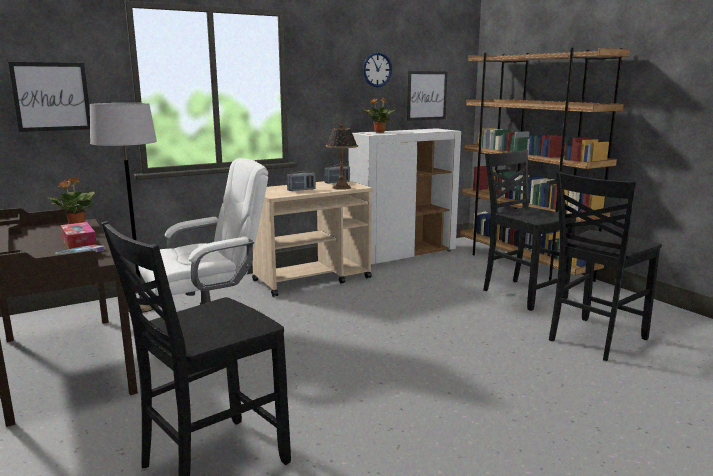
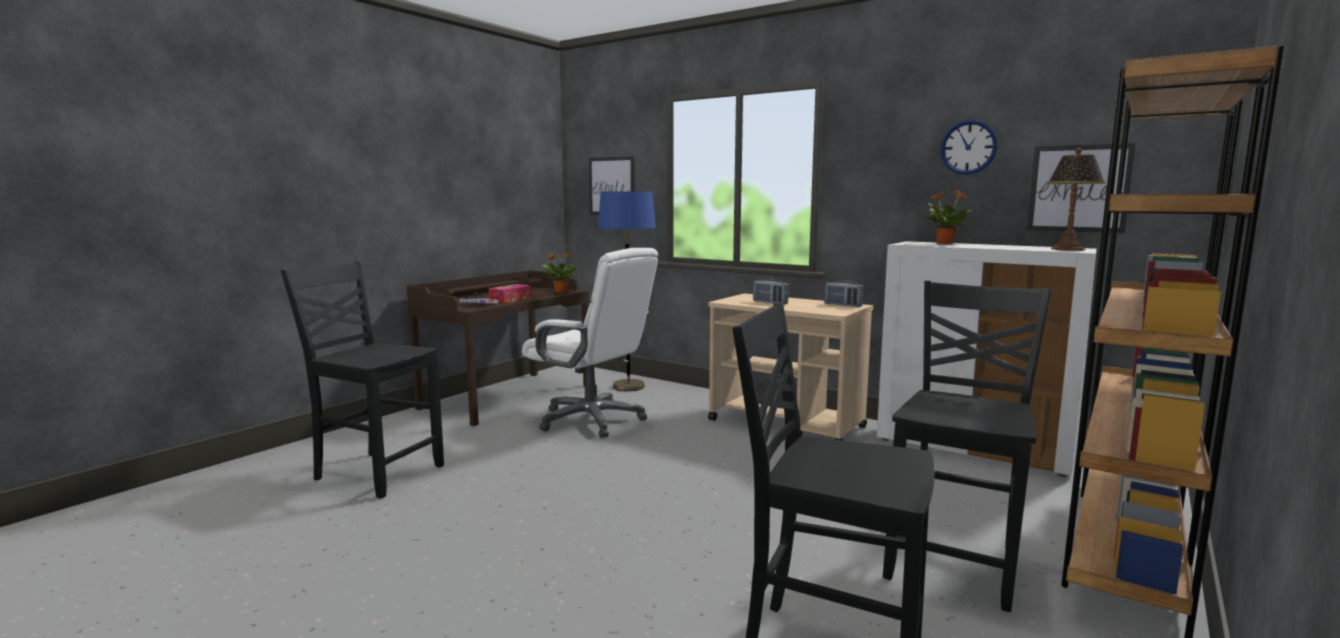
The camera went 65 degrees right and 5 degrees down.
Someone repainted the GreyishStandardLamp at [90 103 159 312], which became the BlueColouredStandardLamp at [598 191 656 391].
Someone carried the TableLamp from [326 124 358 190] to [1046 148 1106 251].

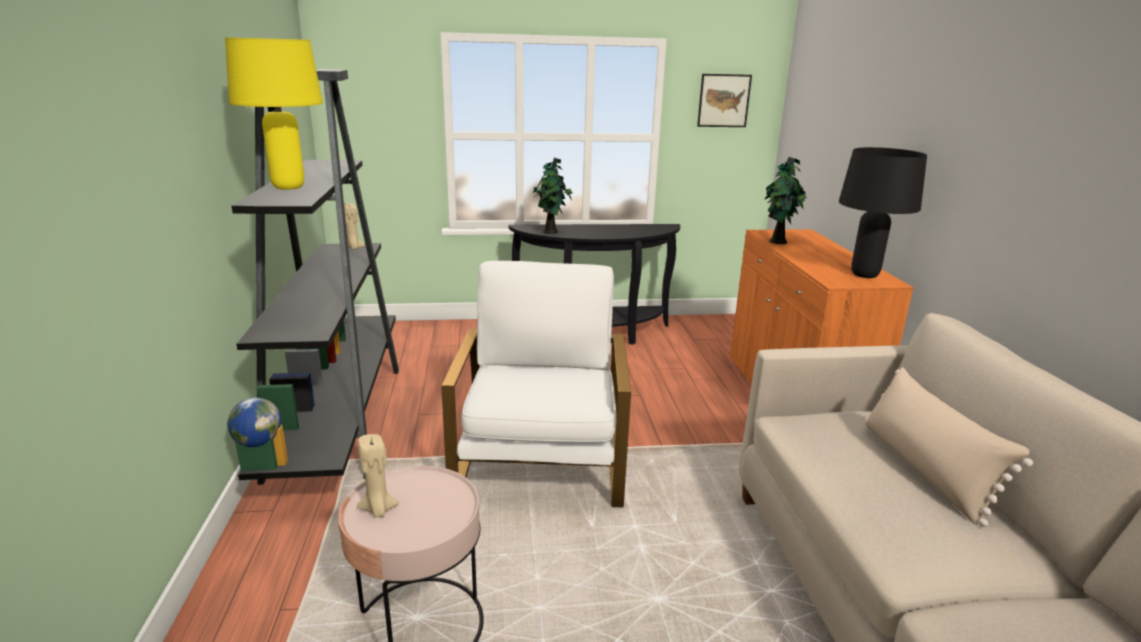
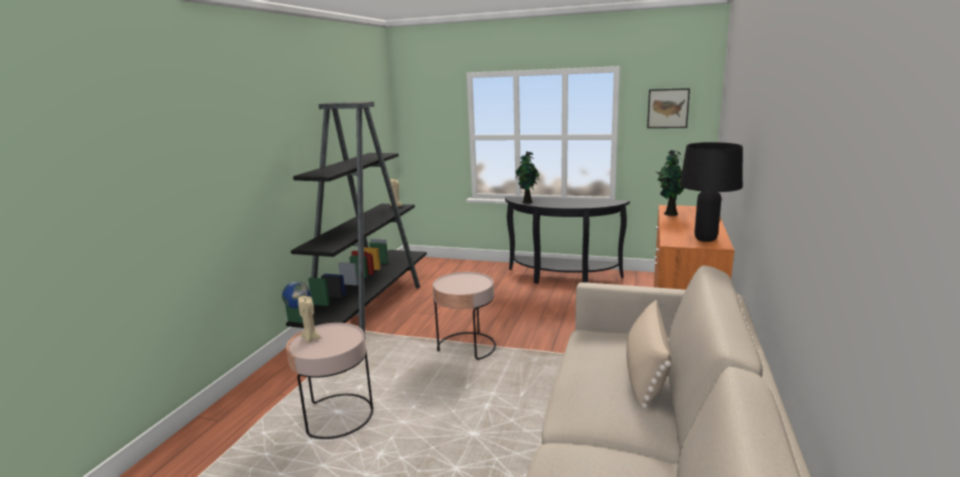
The camera went 25 degrees right and 5 degrees down.
Someone swapped the WhiteColouredEasyChair at [441 261 631 508] for the PinkAccentTable at [433 272 496 360].
Someone took away the YellowColouredTableLamp at [225 38 323 190].

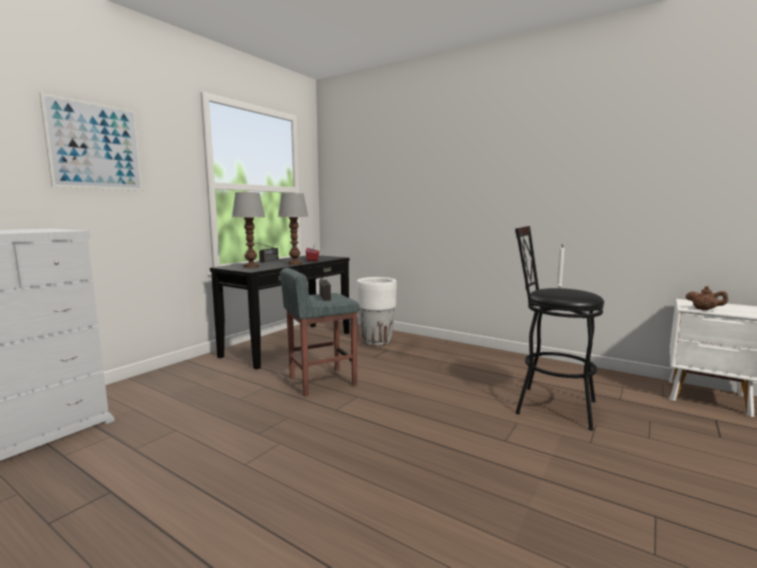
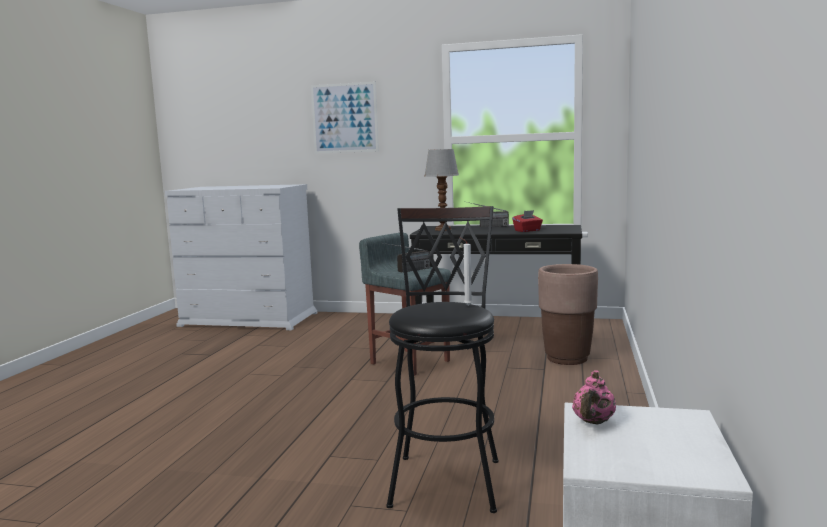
The camera went 70 degrees right and 0 degrees up.
Someone repainted the WhiteColouredPlantPot at [357 277 397 346], which became the BrownishPlantPot at [538 264 598 365].
Someone repainted the BrownishTeapot at [686 286 728 310], which became the PinkTeapot at [572 370 616 425].
Someone took away the TableLamp at [278 193 309 265].

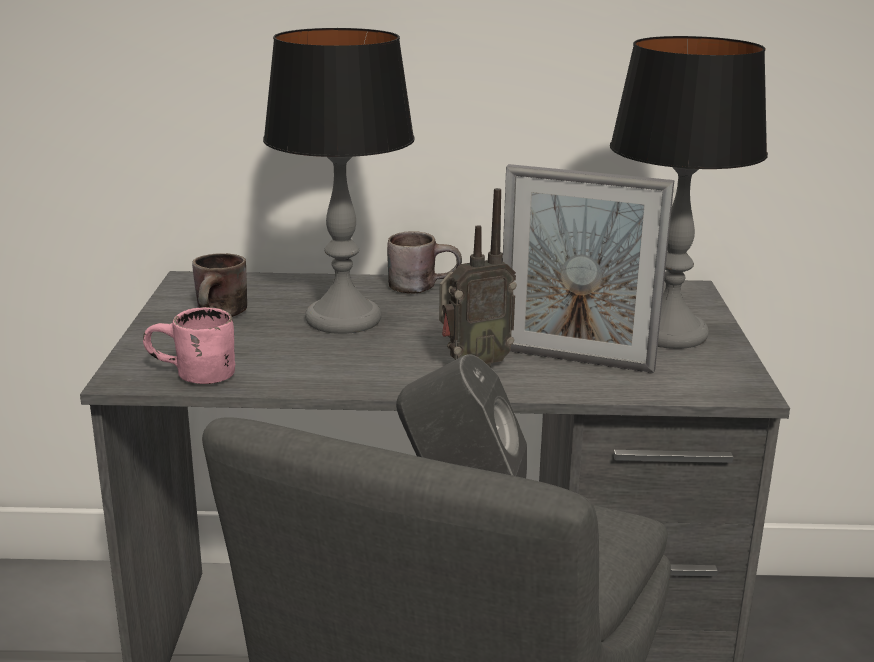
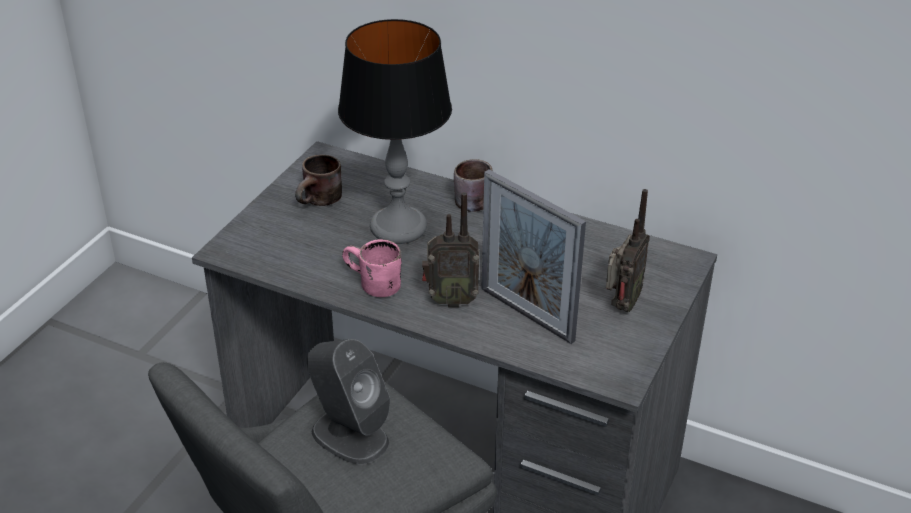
The camera went 25 degrees right and 15 degrees up.
Someone carried the PinkCoffeeMug from [143 307 235 384] to [342 239 402 297].
Someone swapped the TableLamp at [610 36 768 349] for the RadioReceiver at [606 189 650 312].

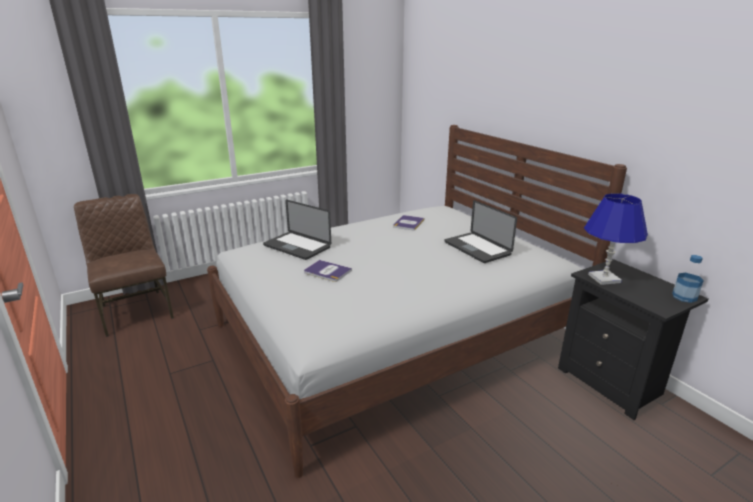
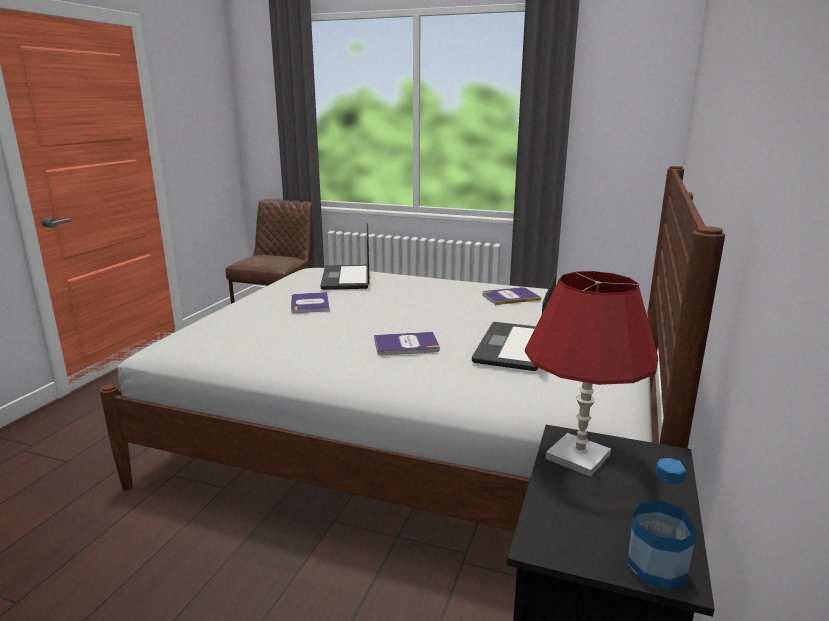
The camera went 50 degrees right and 5 degrees down.
Someone put down the BoundBook at [374 332 440 355].
Someone repainted the BlueColouredTableLamp at [584 193 648 285], which became the RedTableLamp at [525 271 658 477].

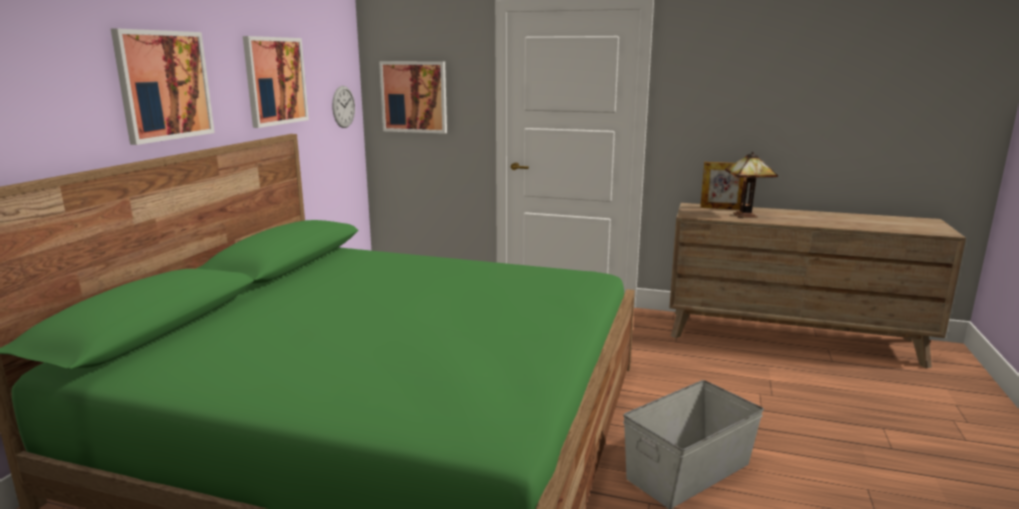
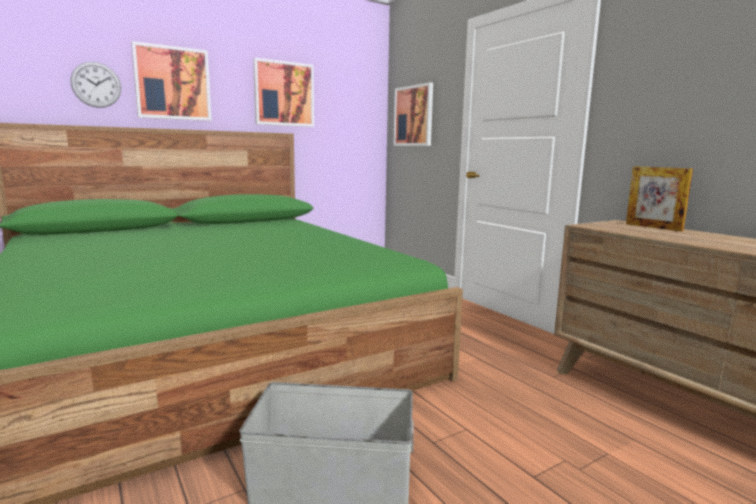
The camera went 40 degrees right and 5 degrees down.
Someone carried the WallClock from [332 86 355 128] to [70 62 121 108].
Someone took away the TableLamp at [725 152 778 218].

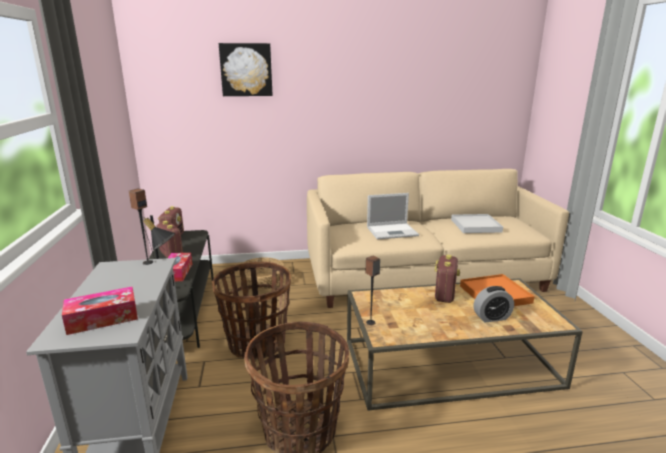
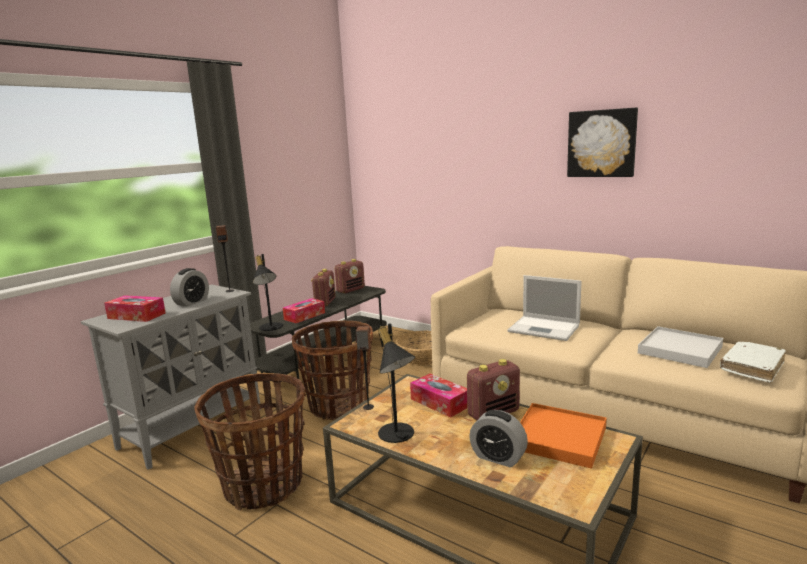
The camera went 45 degrees right and 5 degrees down.
Someone put down the TableClock at [170 268 209 306].
Someone put down the BlackTableLamp at [378 323 415 443].
Someone put down the TissueHolder at [410 374 467 418].
Someone carried the Picture from [219 43 273 96] to [567 108 638 177].
Someone put down the WhiteColouredBoundBook at [720 342 786 383].

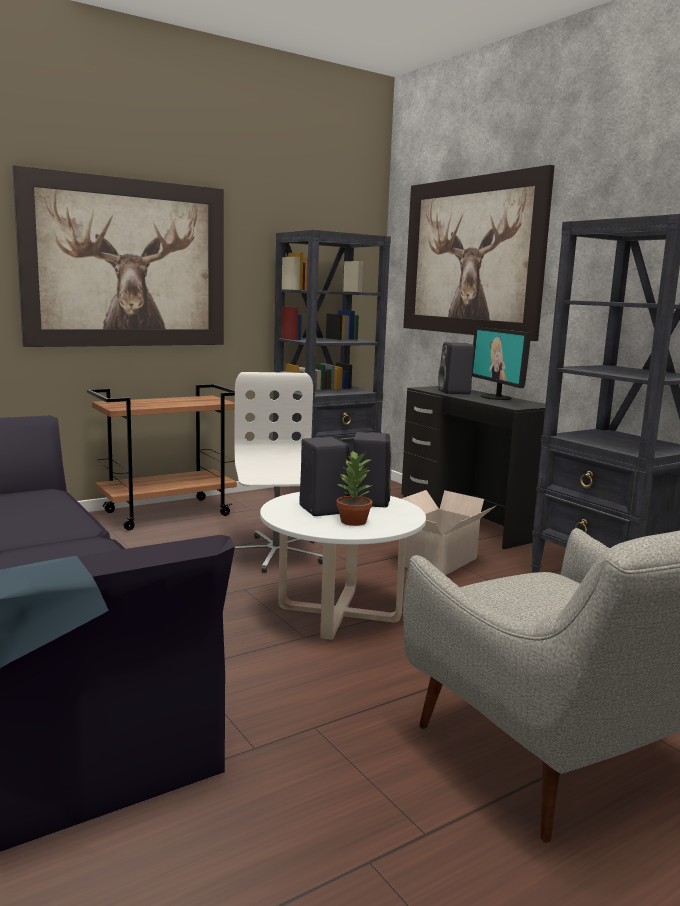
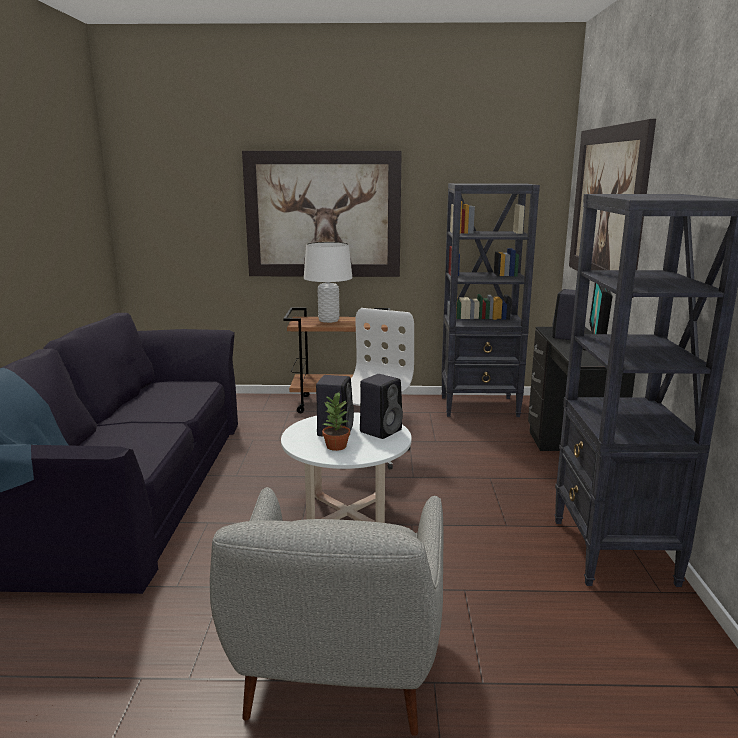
The camera went 35 degrees right and 5 degrees up.
Someone put down the WhiteColouredTableLamp at [304 242 352 323].
Someone took away the CardboardBox at [398 490 496 575].

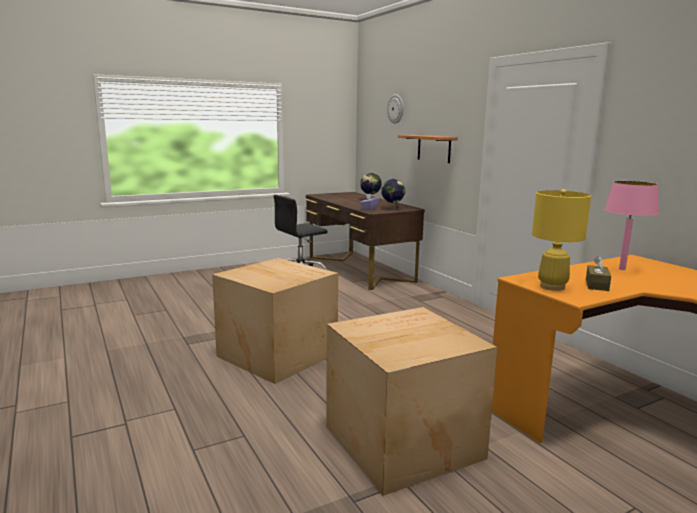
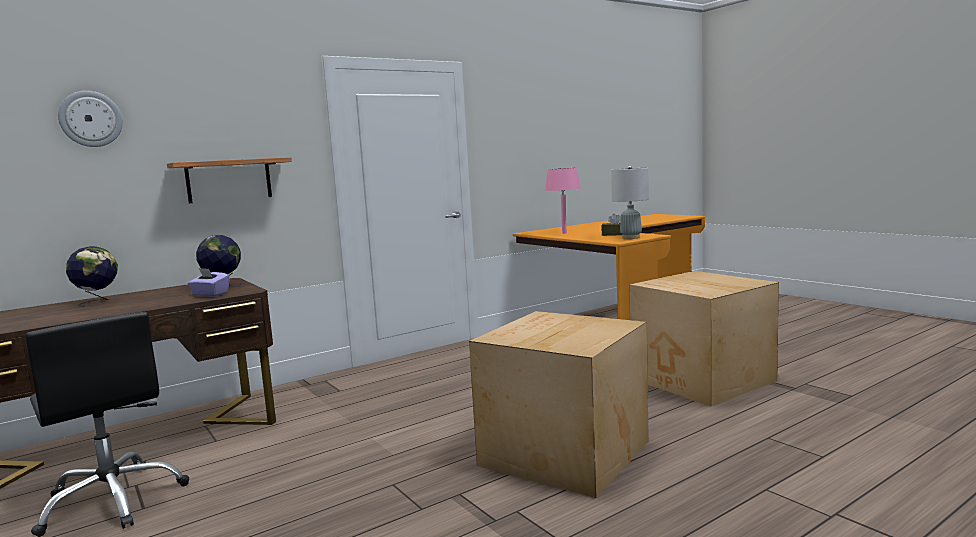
The camera went 95 degrees left and 5 degrees down.
Someone repainted the YellowColouredTableLamp at [532 189 591 291], which became the GreyishTableLamp at [611 166 649 239].

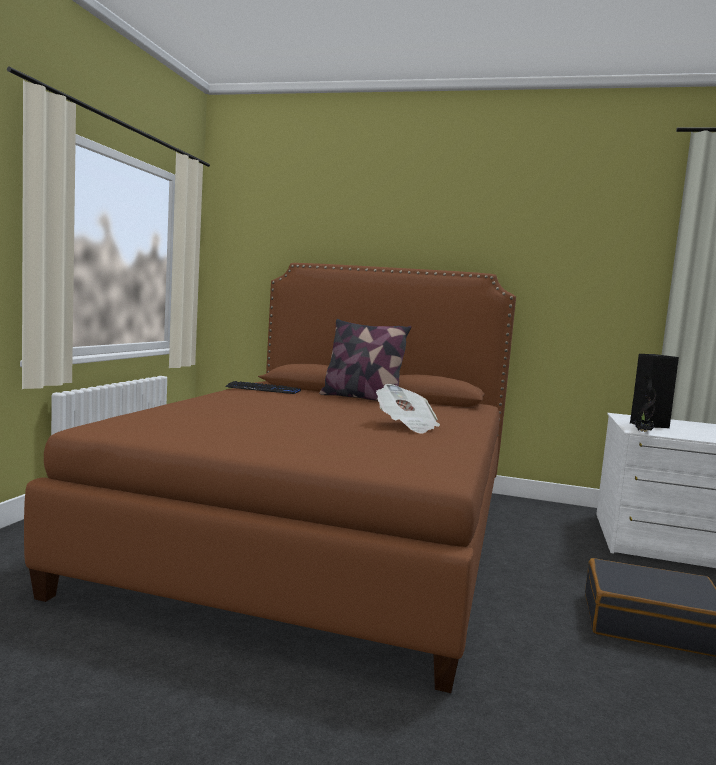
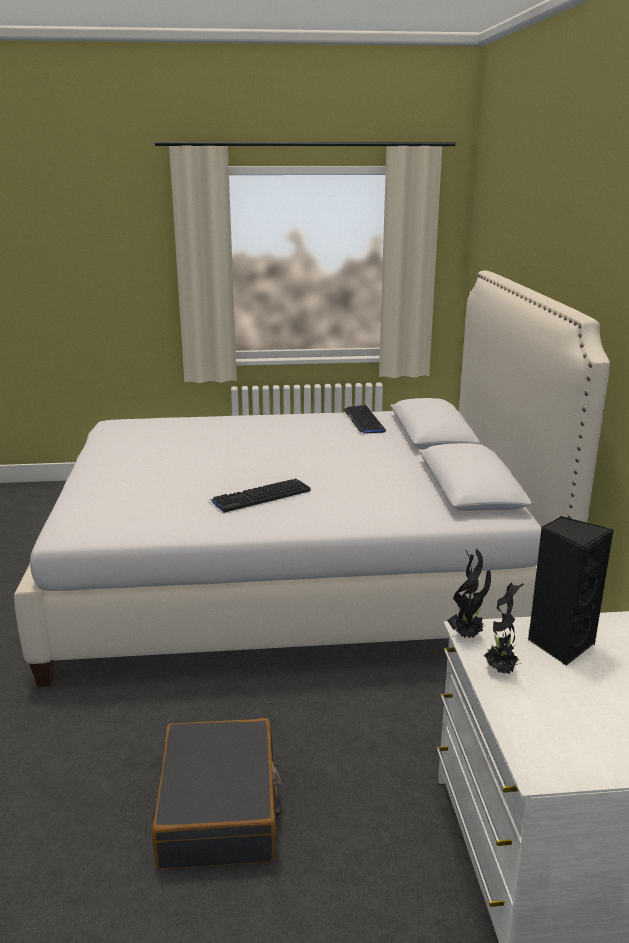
The camera went 70 degrees right and 15 degrees up.
Someone repainted the BrownishSleepingBed at [24 263 516 693], which became the WhiteColouredSleepingBed at [14 270 610 687].
Someone swapped the DailyPaper at [376 384 440 433] for the ComputerKeyboard at [211 478 311 513].
Someone put down the PlantInAPot at [484 582 524 674].
Someone took away the ThrowPillow at [319 319 411 401].

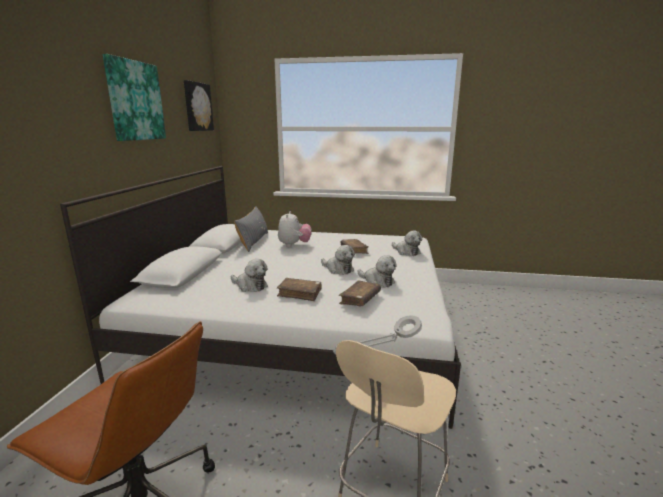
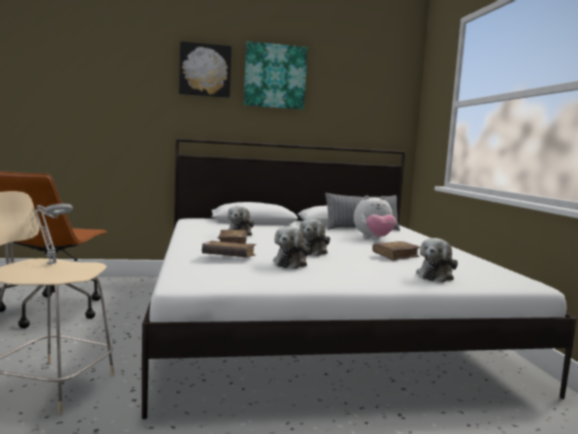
The camera went 70 degrees right and 10 degrees down.
Someone carried the Picture from [184 80 214 131] to [179 41 232 98].

